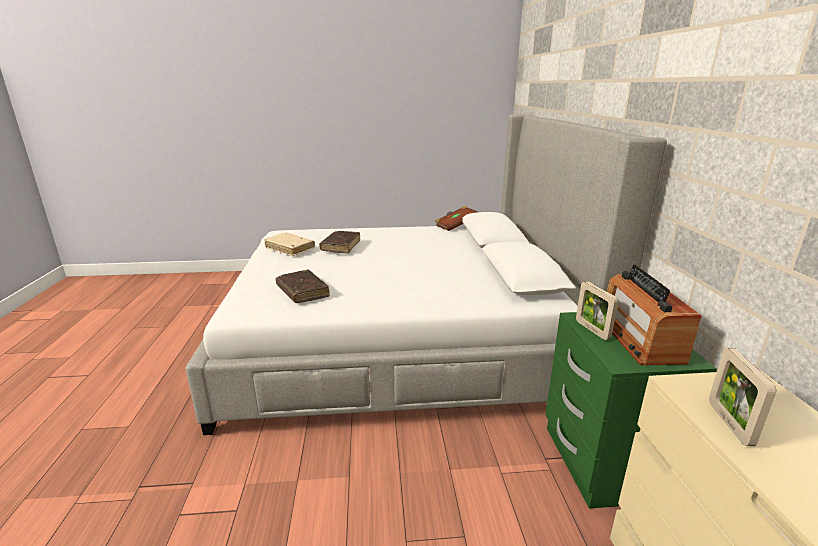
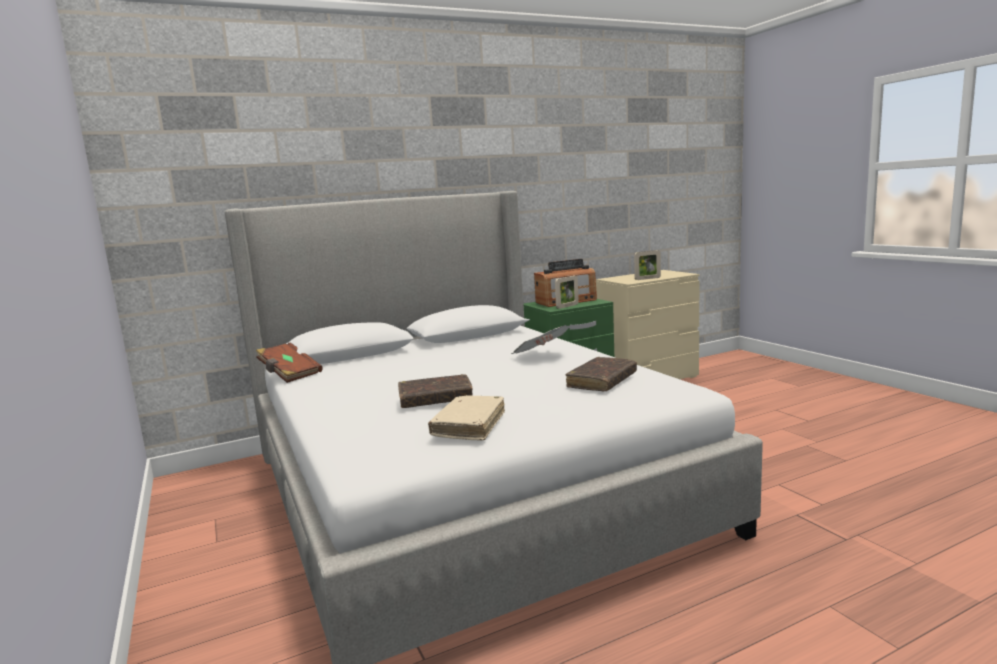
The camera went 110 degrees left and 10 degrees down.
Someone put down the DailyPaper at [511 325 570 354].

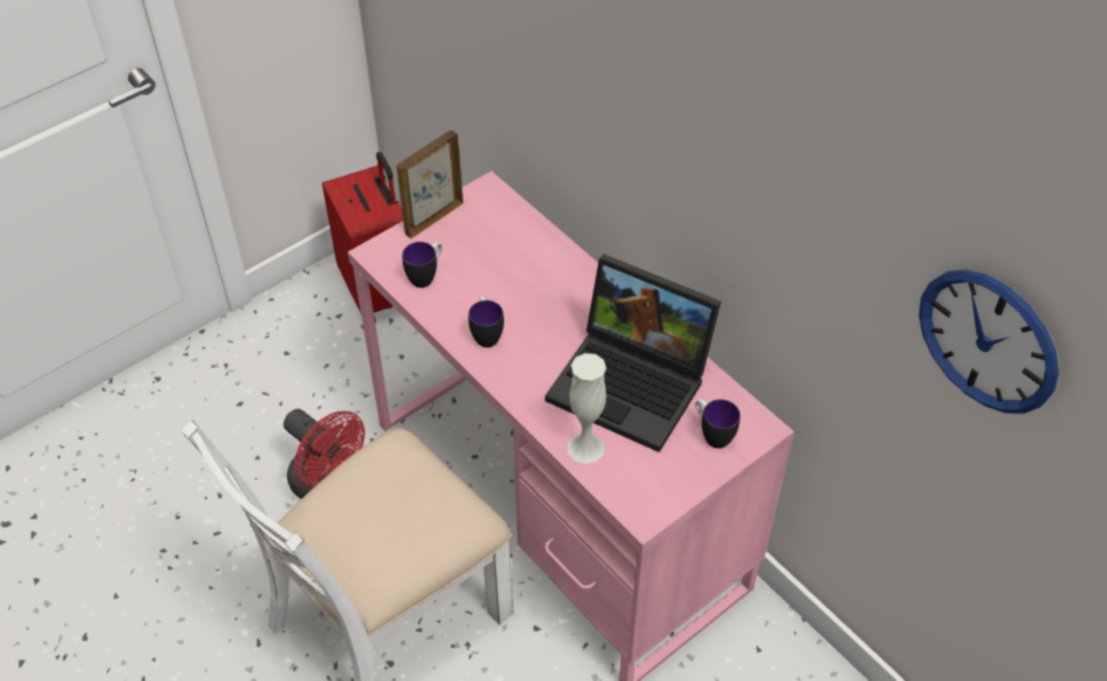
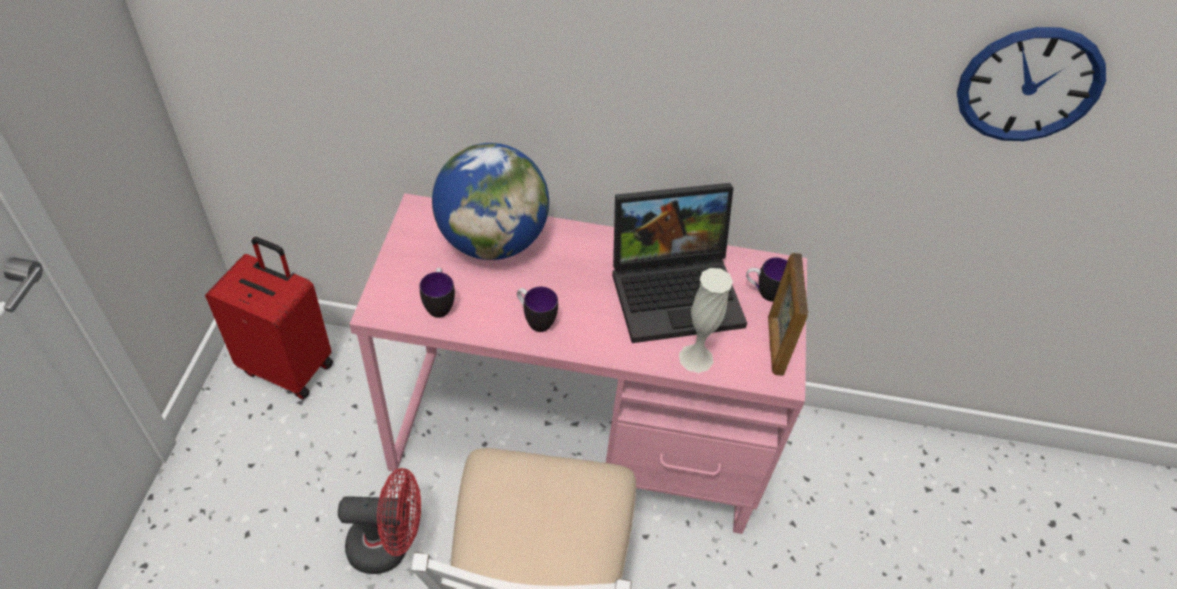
The camera went 45 degrees left and 0 degrees up.
Someone put down the Globe at [432 143 549 260].
Someone carried the PhotoFrame from [397 130 463 239] to [768 253 808 375].

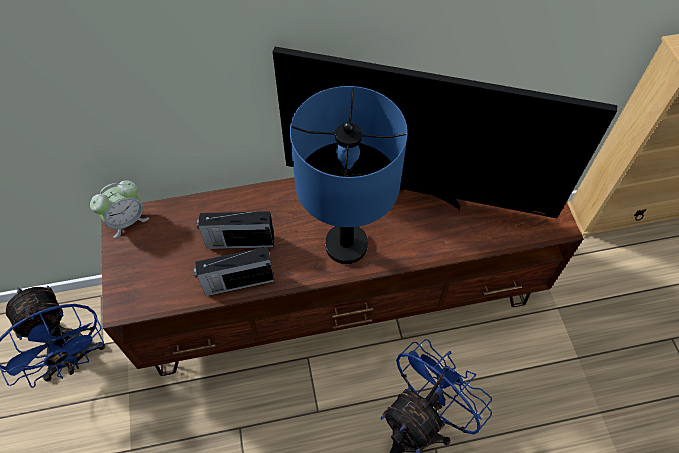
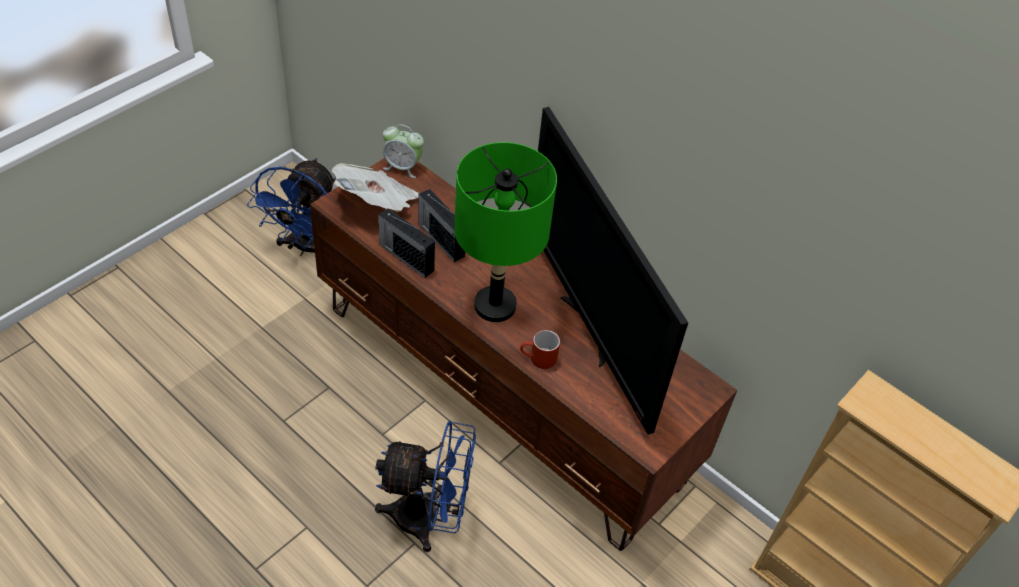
The camera went 50 degrees right and 10 degrees down.
Someone put down the DailyPaper at [331 163 419 212].
Someone repainted the BlueColouredTableLamp at [290 86 408 264], which became the GreenTableLamp at [454 142 557 322].
Someone put down the RedCoffeeMug at [520 330 560 369].

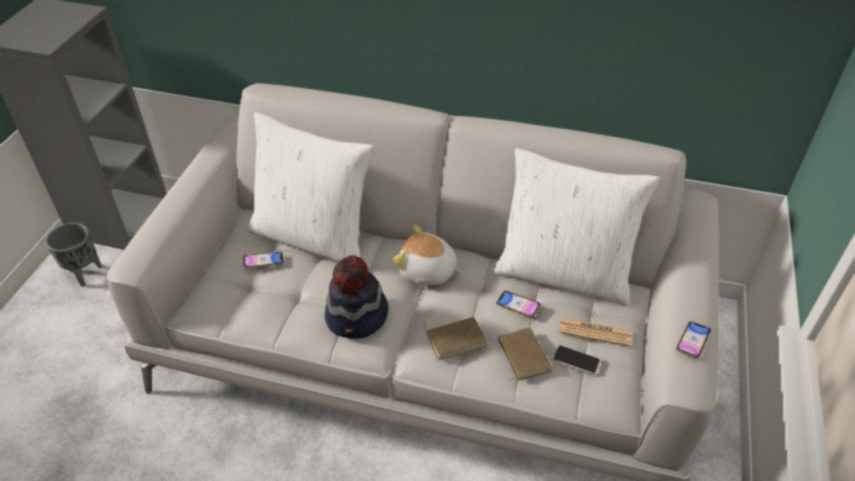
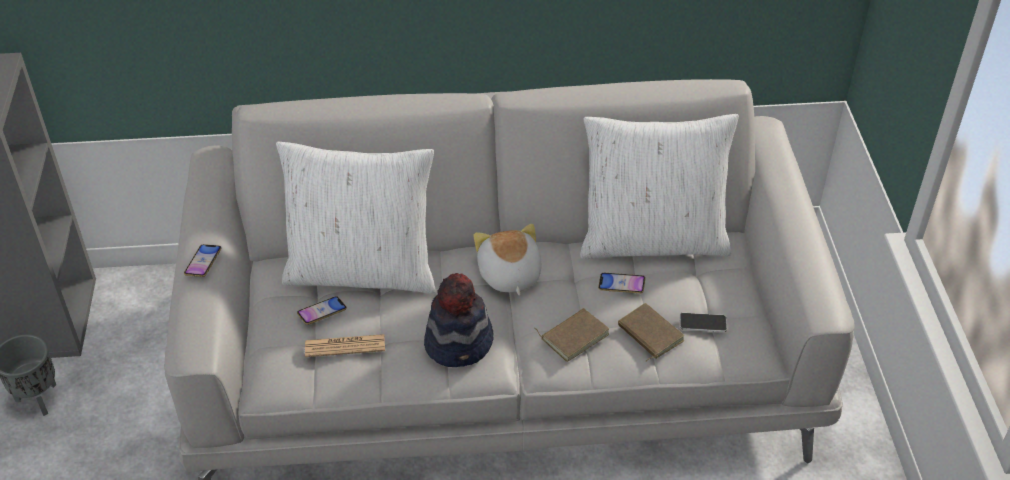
The camera went 20 degrees left and 0 degrees up.
Someone carried the Phone from [676 322 711 358] to [184 244 221 277].
Someone carried the DailyPaper from [559 318 632 347] to [305 334 385 357].
Someone rotated the PlushToy at [392 224 462 285] by 75 degrees clockwise.

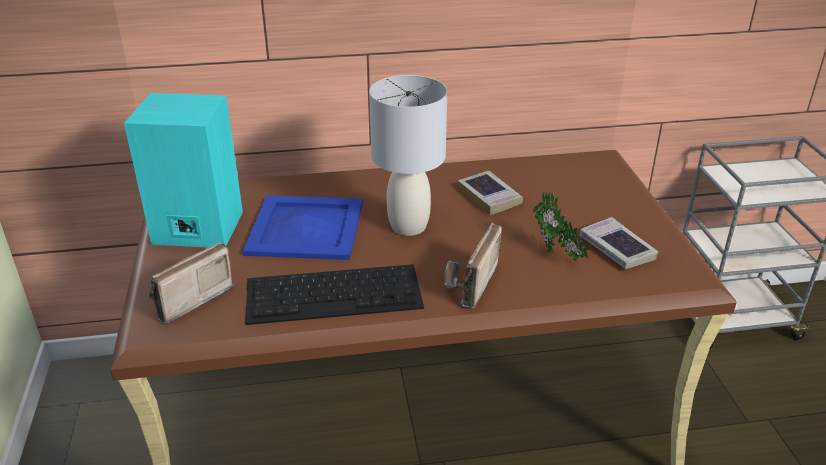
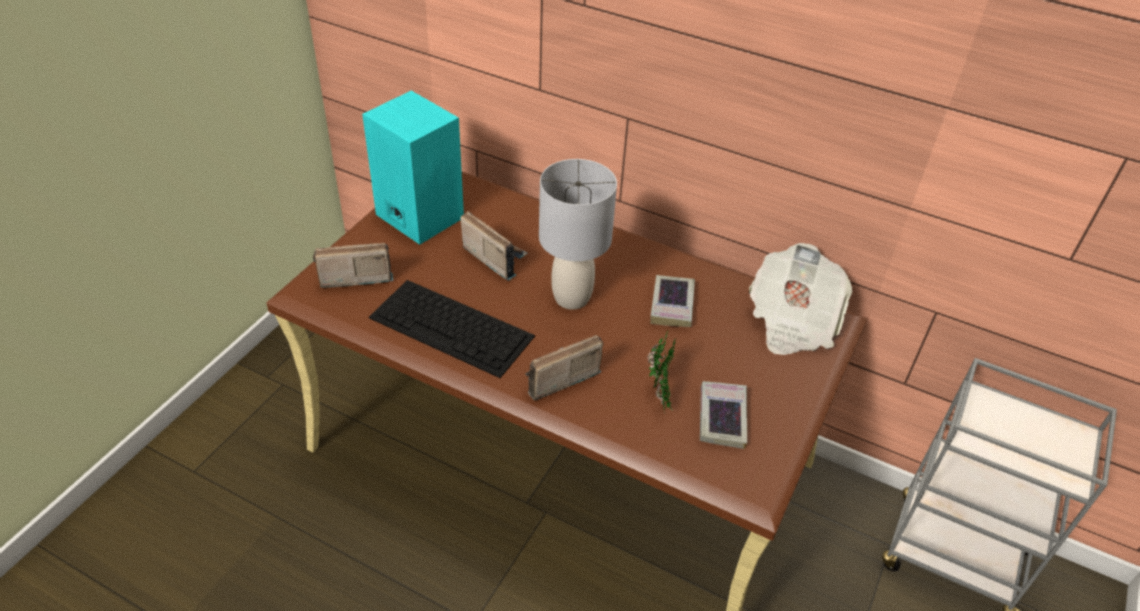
The camera went 35 degrees right and 10 degrees up.
Someone swapped the BlueColouredTray at [243 195 363 260] for the RadioReceiver at [460 211 528 281].
Someone put down the DailyPaper at [749 243 853 355].

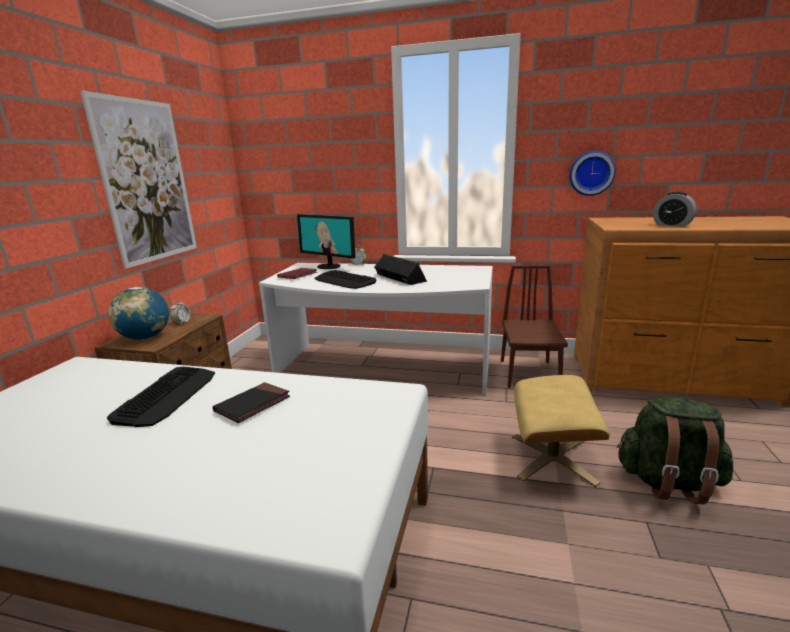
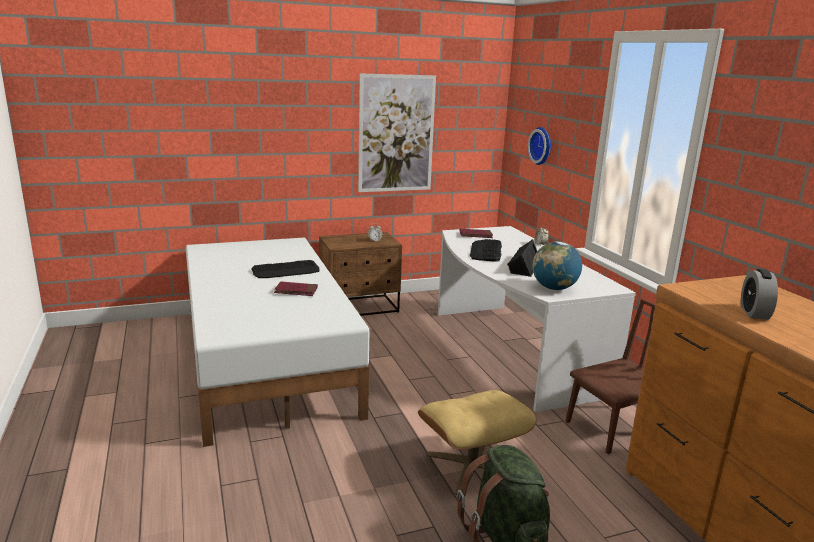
The camera went 55 degrees right and 0 degrees up.
Someone repainted the BlackBoundBook at [213 383 290 423], which became the RedBoundBook at [274 282 318 296].
Someone carried the WallClock from [569 151 616 196] to [528 127 551 165].
Someone carried the Globe from [108 287 169 340] to [532 242 582 290].
Someone took away the ComputerScreen at [297 214 355 269].

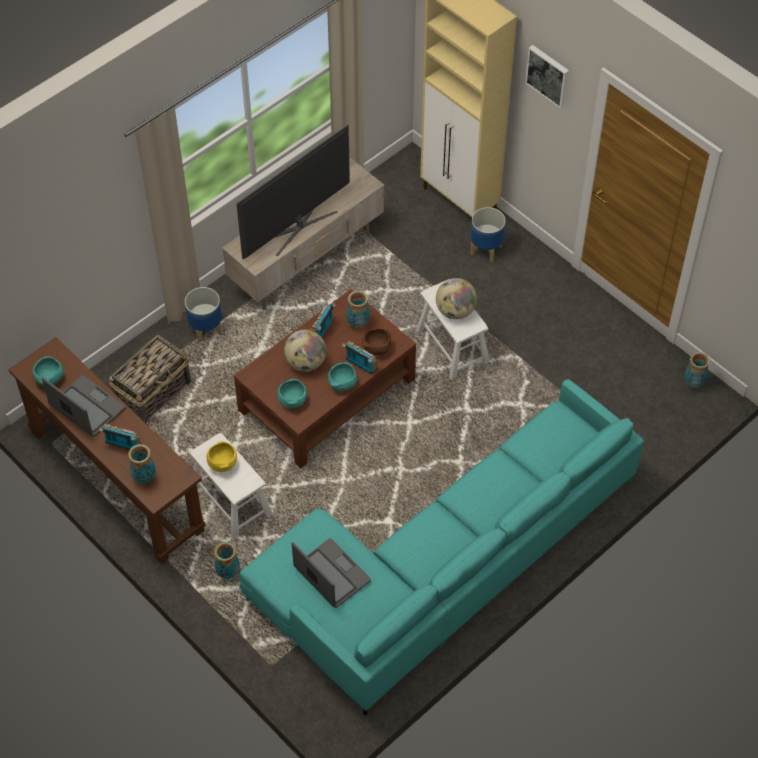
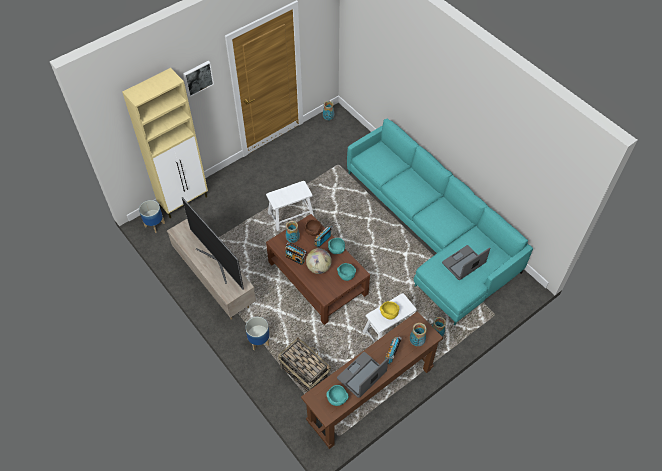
The camera went 85 degrees left and 0 degrees up.
Someone carried the PlantPot from [470 207 506 263] to [139 200 165 233].
Someone took away the Globe at [436 278 477 319].

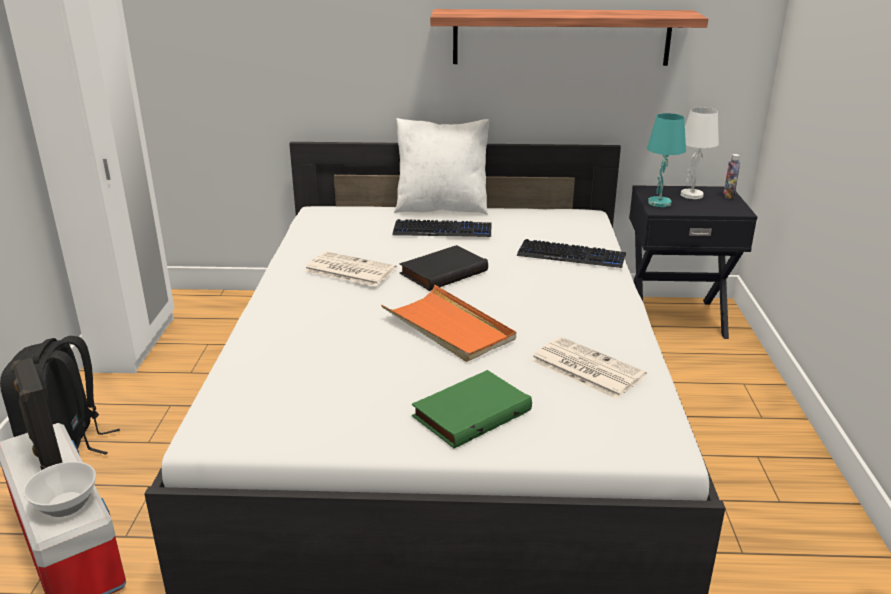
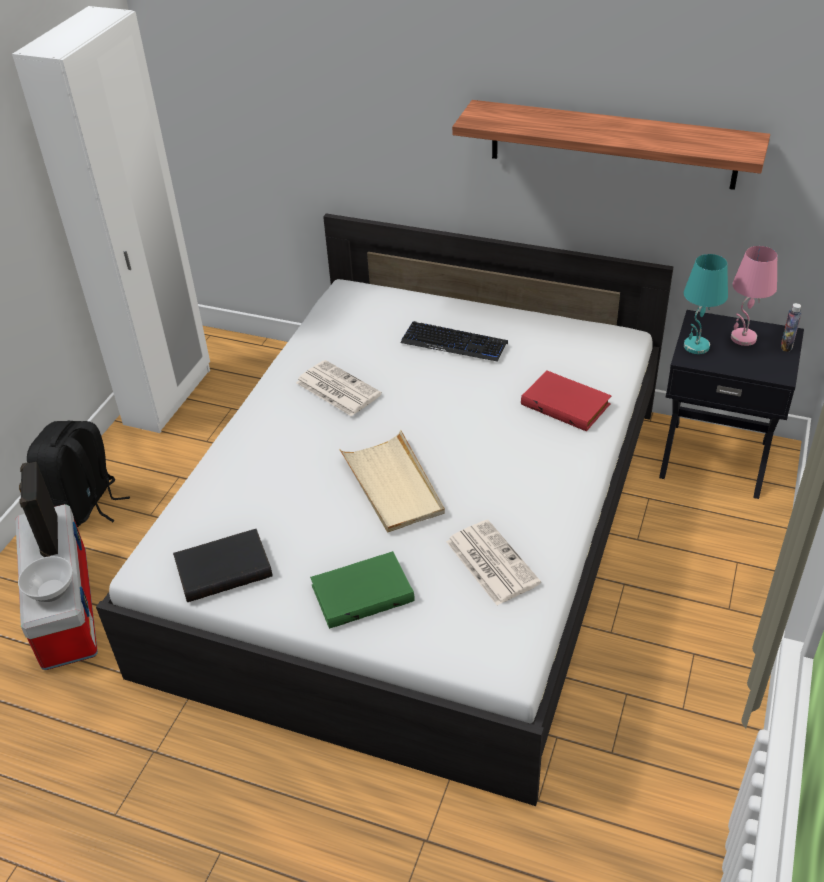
The camera went 20 degrees right and 15 degrees up.
Someone carried the BlackBoundBook from [399 245 488 291] to [173 529 273 602].
Someone repainted the OrangeColouredTray at [381 285 516 362], which became the BeigeColouredTray at [339 430 445 532].
Someone swapped the ComputerKeyboard at [517 239 626 268] for the RedBoundBook at [521 370 612 431].
Someone repainted the WhiteColouredTableLamp at [681 107 719 199], which became the PinkTableLamp at [731 246 777 346].
Someone took away the WhiteColouredThrowPillow at [394 118 490 215].

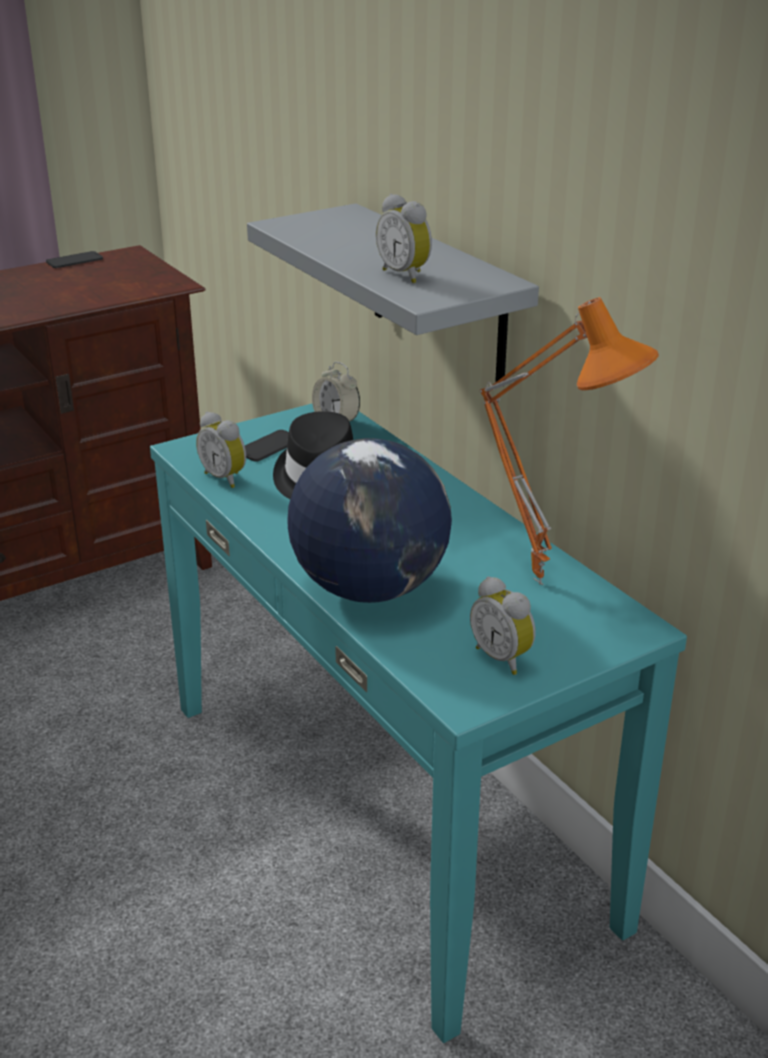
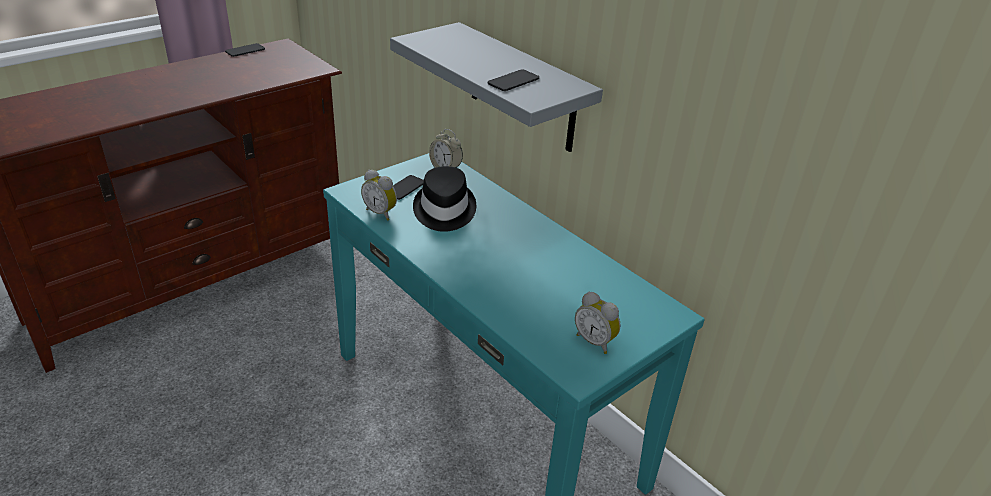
The camera went 10 degrees left and 5 degrees up.
Someone swapped the TableClock at [376 194 432 283] for the Phone at [488 70 539 91].
Someone took away the Globe at [287 438 452 603].
Someone took away the OrangeColouredTableLamp at [480 297 659 585].

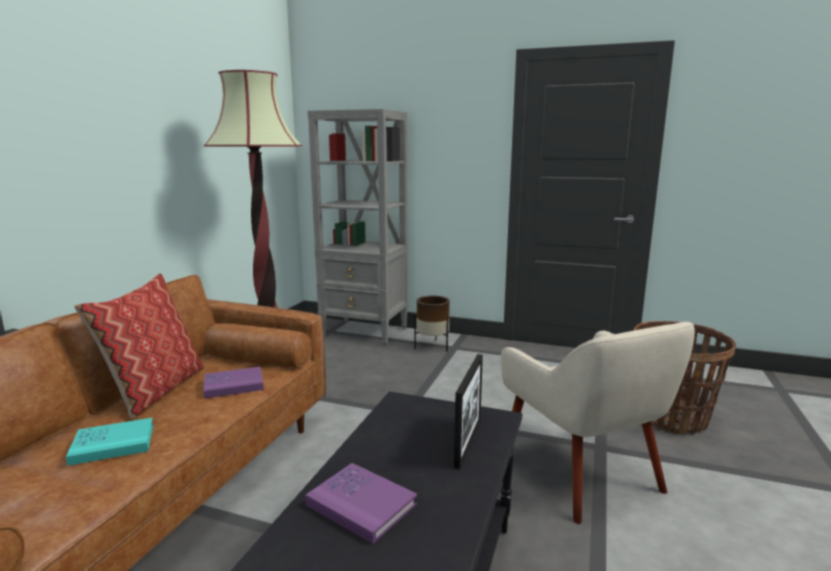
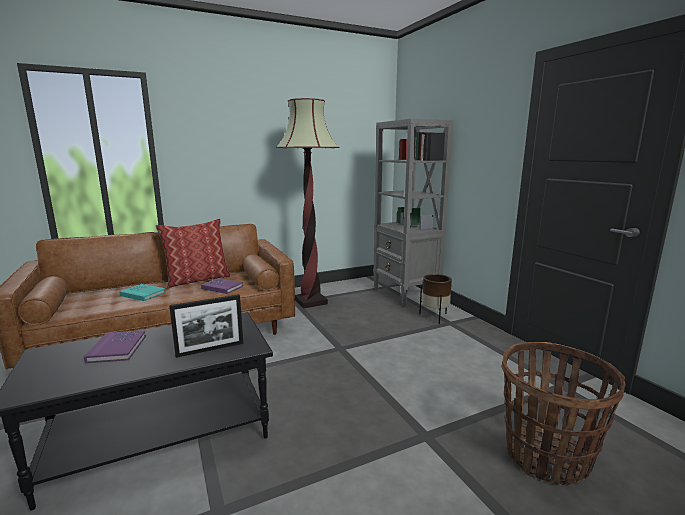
The camera went 45 degrees right and 0 degrees up.
Someone took away the BeigeColouredEasyChair at [501 322 695 524].

